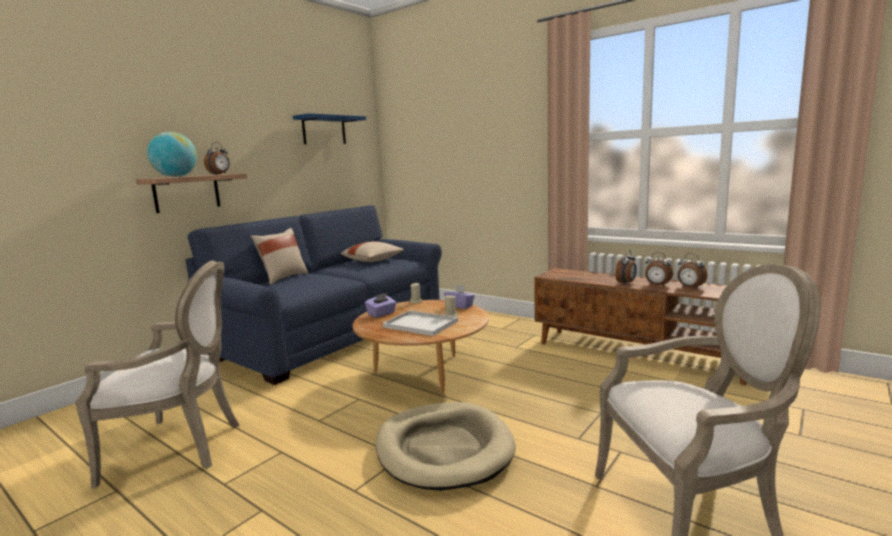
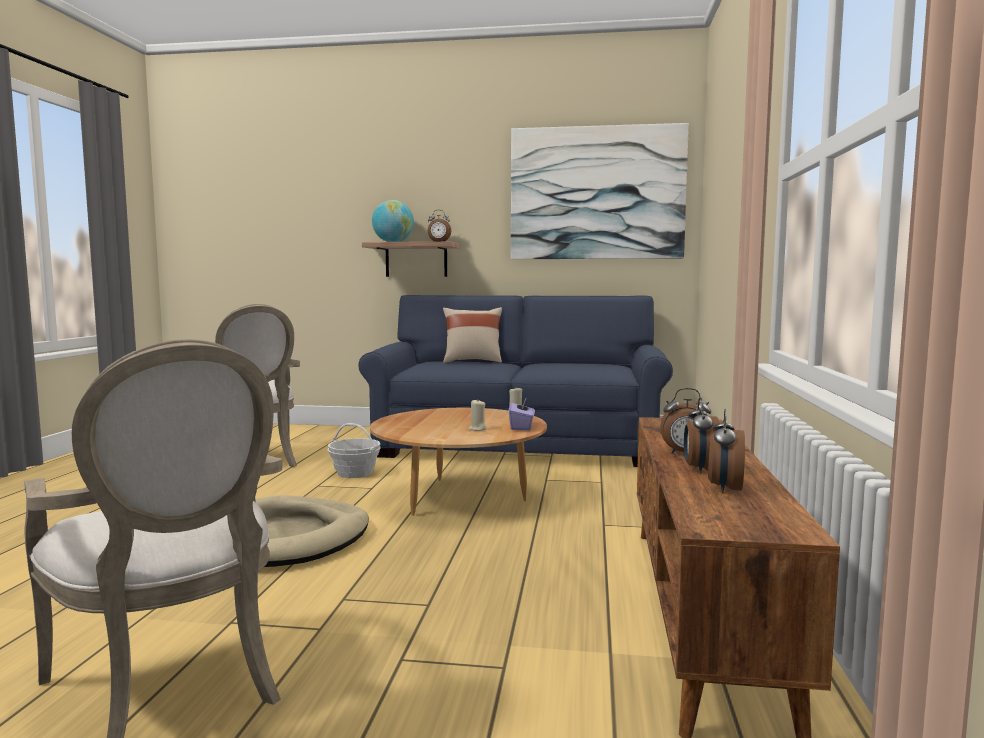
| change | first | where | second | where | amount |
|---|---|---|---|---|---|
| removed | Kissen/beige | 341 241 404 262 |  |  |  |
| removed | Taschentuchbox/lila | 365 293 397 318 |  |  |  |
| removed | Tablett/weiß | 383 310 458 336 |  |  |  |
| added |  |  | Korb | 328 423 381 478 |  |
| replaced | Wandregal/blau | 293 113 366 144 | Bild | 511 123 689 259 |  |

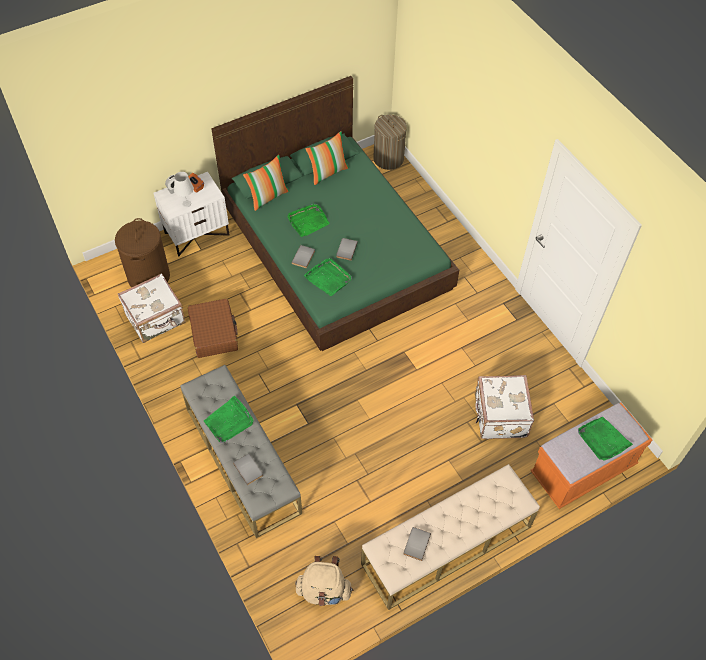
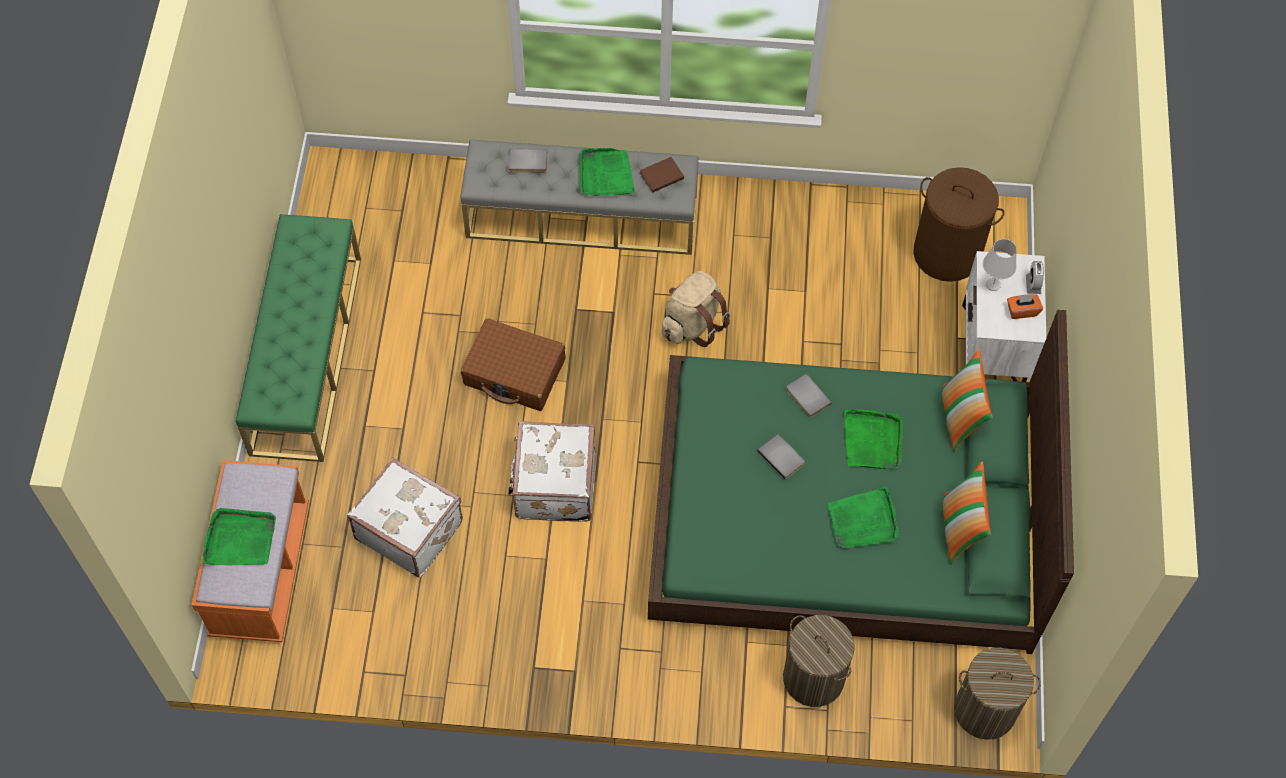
| change | first | where | second | where | amount |
|---|---|---|---|---|---|
| removed | Buch/grau | 404 527 431 561 |  |  |  |
| added |  |  | Buch/braun | 640 157 684 193 |  |
| added |  |  | Wäschekorb | 783 615 855 707 |  |
| moved | Koffer/weiß | 118 273 186 343 |  | 508 421 595 522 |  |
| moved | Koffer/braun | 188 299 238 358 |  | 461 318 566 411 |  |
| moved | Rucksack/beige | 295 556 353 606 |  | 662 271 730 347 |  |
| moved | Tablett/grün | 304 258 352 296 |  | 828 486 899 548 |  |
| recoloured | Bank/beige | 361 464 540 610 | Bank/grün | 236 214 361 462 |  |

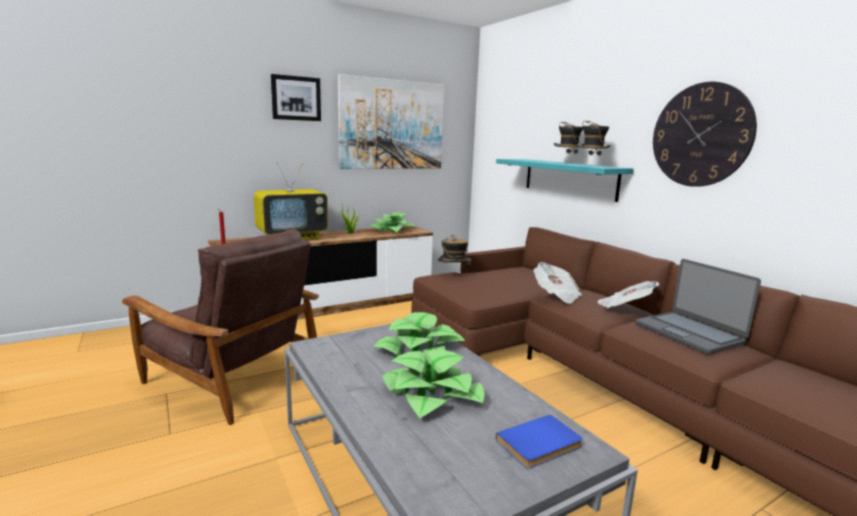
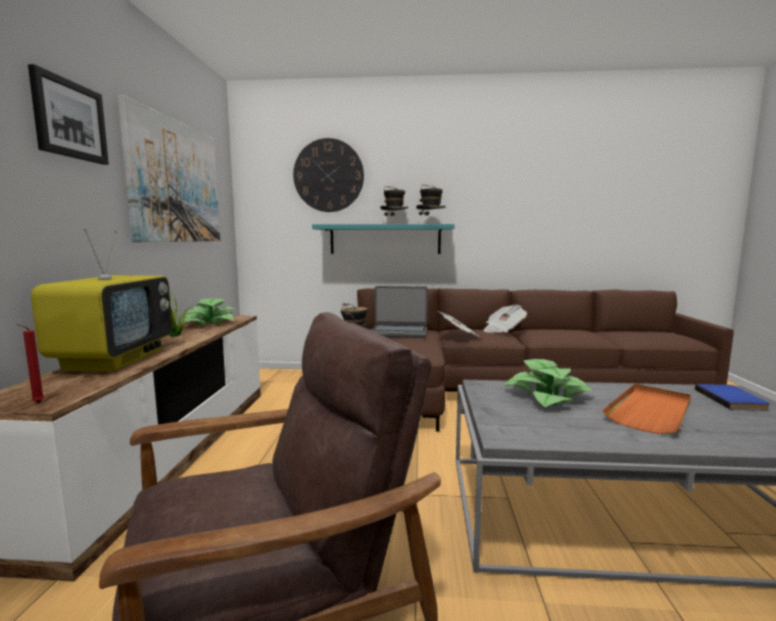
| change | first | where | second | where | amount |
|---|---|---|---|---|---|
| moved | Laptop | 635 259 761 354 |  | 371 286 428 338 |  |
| moved | Wanduhr | 653 82 757 187 |  | 293 138 364 212 |  |
| replaced | Topfpflanze | 383 349 485 418 | Tablett/orange | 603 384 691 434 |  |

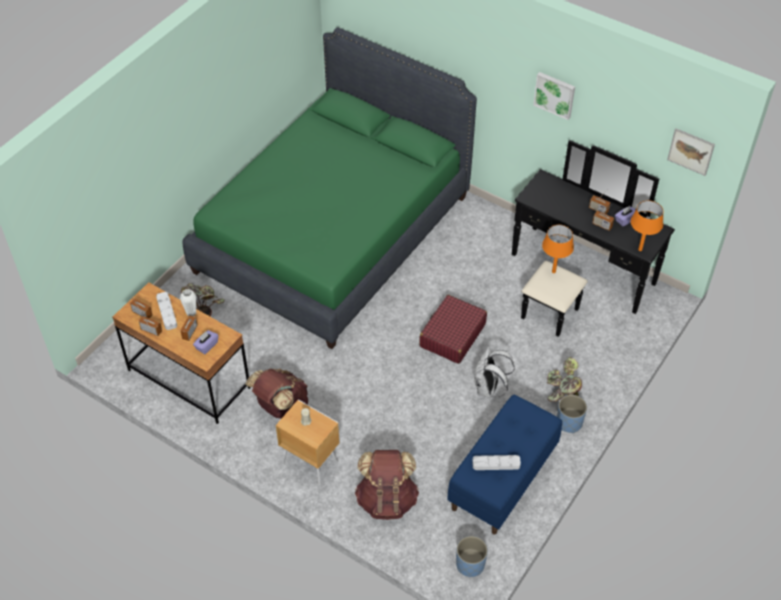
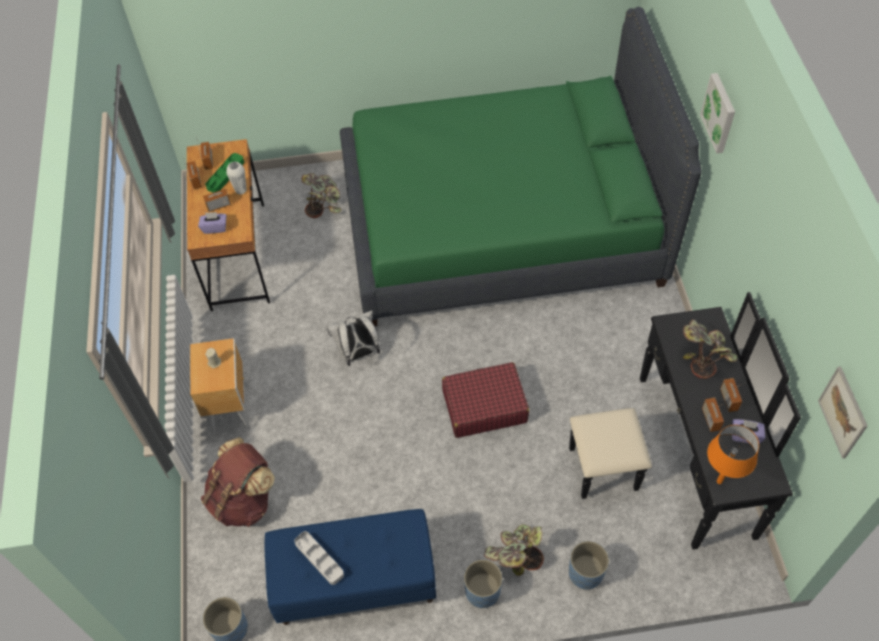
| change | first | where | second | where | amount |
|---|---|---|---|---|---|
| removed | Rucksack/braun | 246 369 308 419 |  |  |  |
| removed | Tischlampe/orange | 542 225 574 273 |  |  |  |
| added |  |  | Pflanzkübel/blau | 569 541 609 590 |  |
| added |  |  | Topfpflanze | 683 319 738 379 |  |
| moved | Rucksack/weiß | 474 347 515 398 |  | 326 310 380 366 |  |
| moved | Bild | 533 72 575 120 |  | 700 73 735 154 |  |
| recoloured | Tablett/grau | 156 292 177 330 | Tablett/grün | 205 153 244 193 |  |

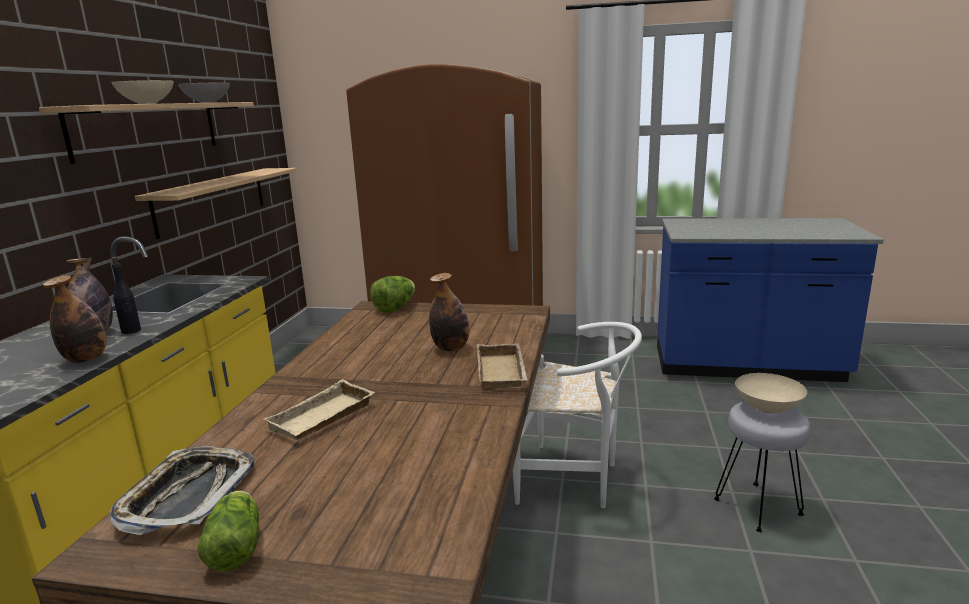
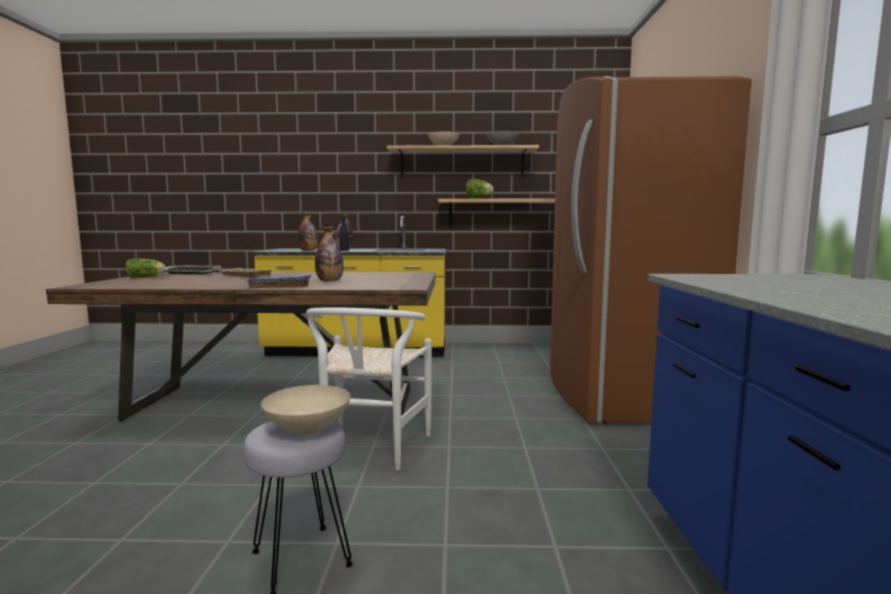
| change | first | where | second | where | amount |
|---|---|---|---|---|---|
| moved | Salatkopf | 370 276 415 313 |  | 466 179 493 199 |  |
| recoloured | Tablett/beige | 477 343 528 390 | Tablett/blau | 245 275 312 288 |  |

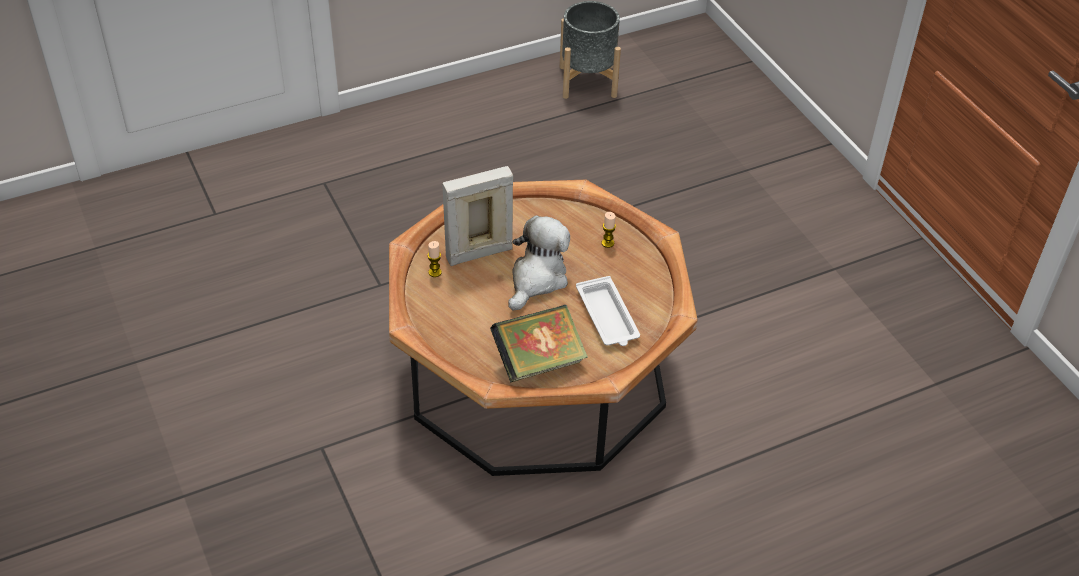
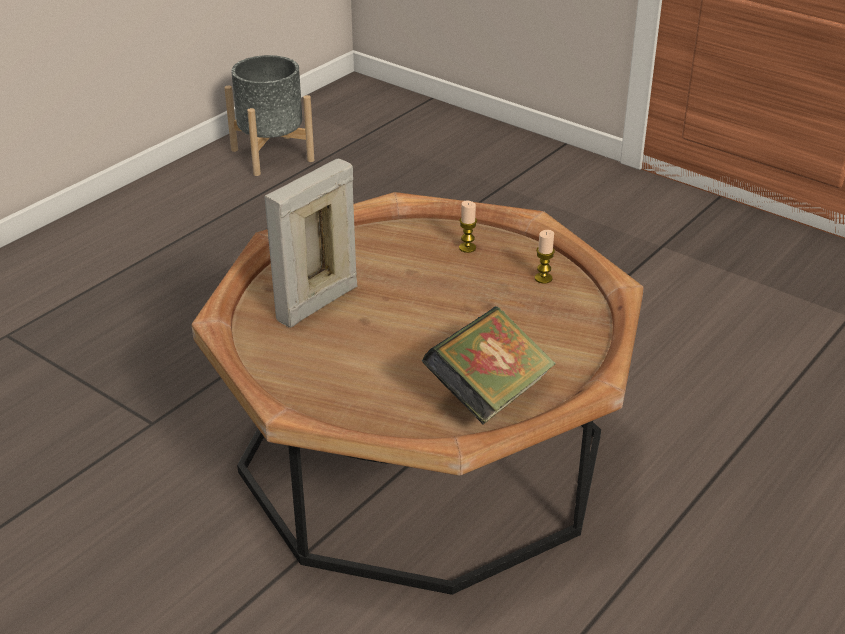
| change | first | where | second | where | amount |
|---|---|---|---|---|---|
| removed | Plüschtier | 508 215 570 311 |  |  |  |
| removed | Tablett/weiß | 576 276 640 346 |  |  |  |
| moved | Kerze | 427 241 442 277 |  | 535 230 555 284 |  |

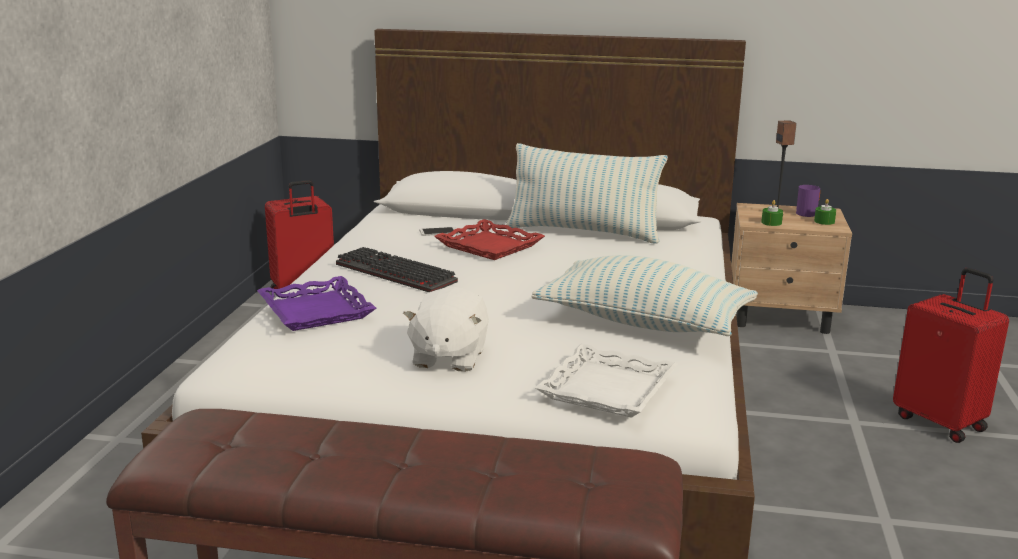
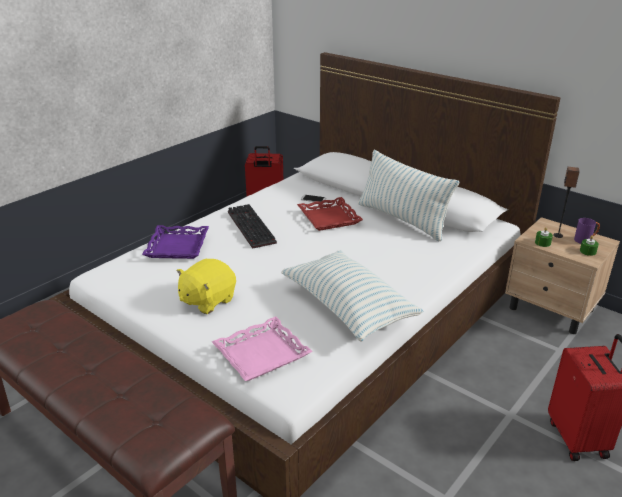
| change | first | where | second | where | amount |
|---|---|---|---|---|---|
| recoloured | Plüschtier/weiß | 403 287 489 372 | Plüschtier/gelb | 177 259 236 314 |  |
| recoloured | Tablett/weiß | 535 344 678 418 | Tablett/rosa | 212 317 313 381 |  |

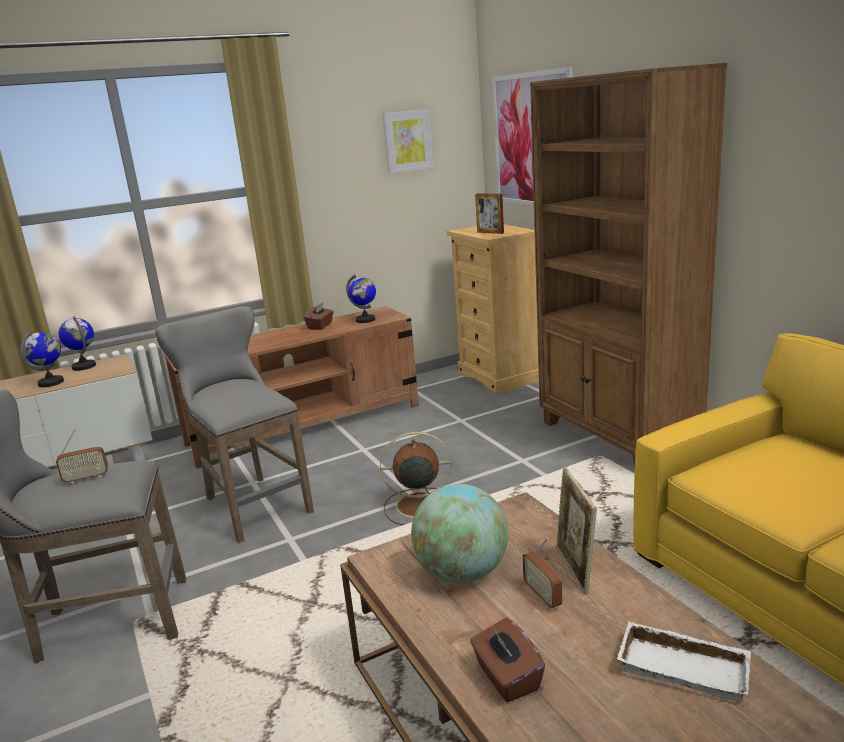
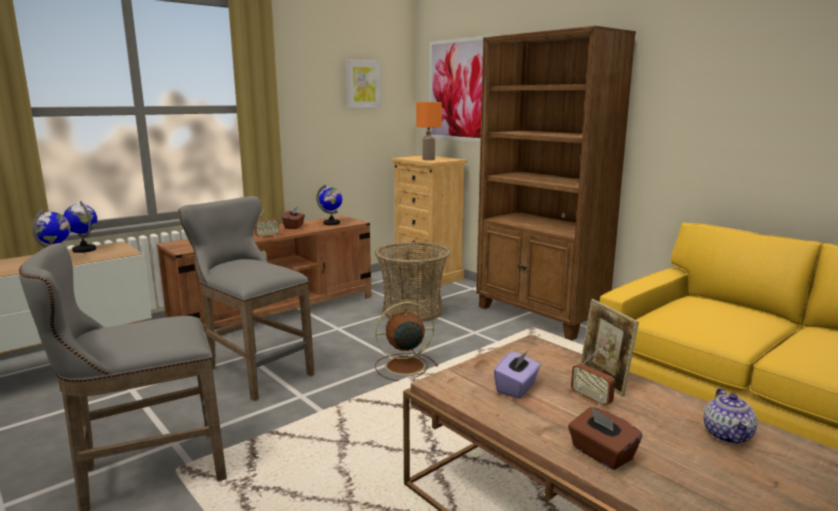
| change | first | where | second | where | amount |
|---|---|---|---|---|---|
| added |  |  | Korb | 375 242 451 322 |  |
| moved | Radio | 56 429 108 484 |  | 255 208 280 238 |  |
| replaced | Globus | 411 484 508 583 | Taschentuchbox/lila | 494 351 541 399 |  |
| replaced | Bilderrahmen | 475 193 504 234 | Tischlampe/orange | 416 102 442 160 |  |
| replaced | Tablett/weiß | 617 621 751 702 | Teekanne | 704 388 757 444 |  |

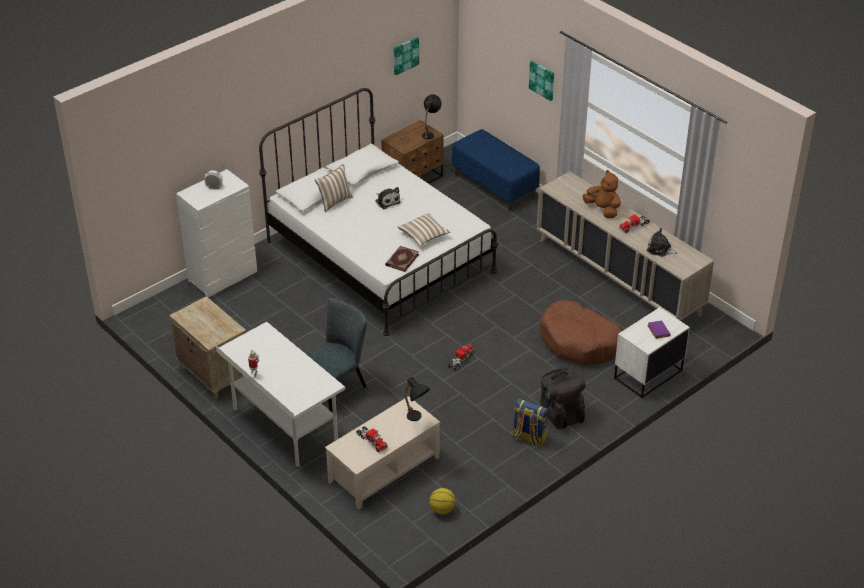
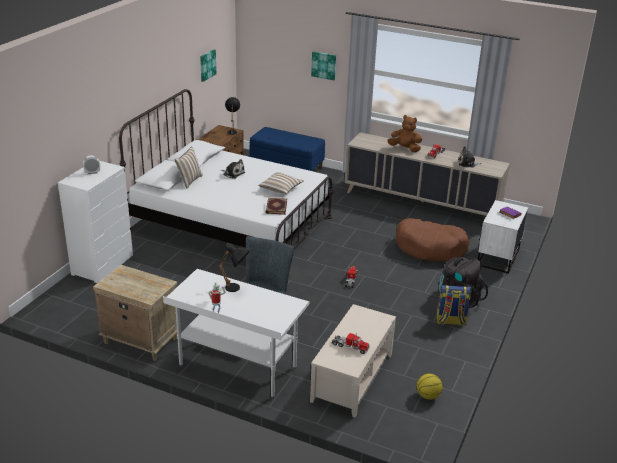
| change | first | where | second | where | amount |
|---|---|---|---|---|---|
| moved | Tischlampe/schwarz | 403 377 430 421 |  | 219 243 250 292 |  |

